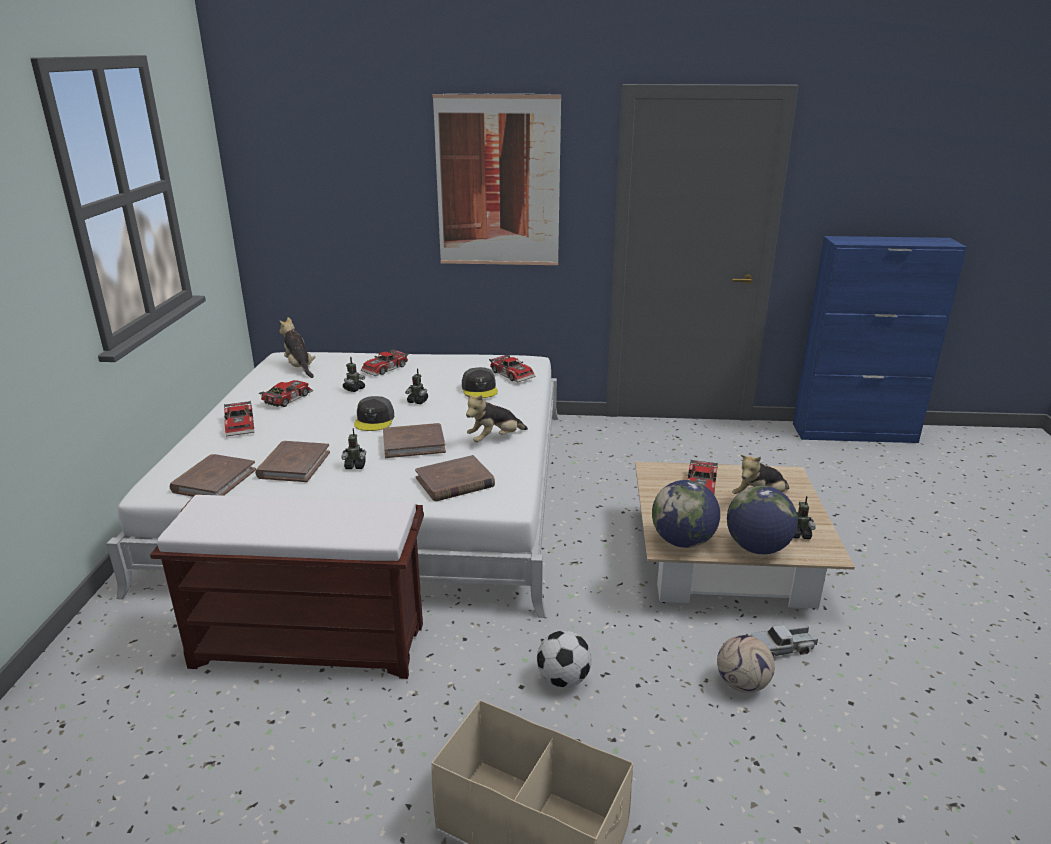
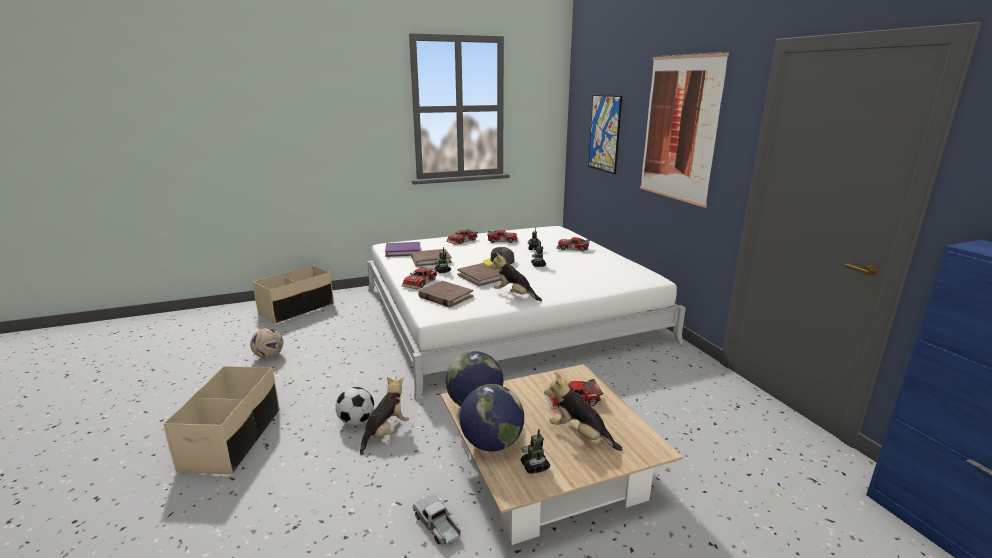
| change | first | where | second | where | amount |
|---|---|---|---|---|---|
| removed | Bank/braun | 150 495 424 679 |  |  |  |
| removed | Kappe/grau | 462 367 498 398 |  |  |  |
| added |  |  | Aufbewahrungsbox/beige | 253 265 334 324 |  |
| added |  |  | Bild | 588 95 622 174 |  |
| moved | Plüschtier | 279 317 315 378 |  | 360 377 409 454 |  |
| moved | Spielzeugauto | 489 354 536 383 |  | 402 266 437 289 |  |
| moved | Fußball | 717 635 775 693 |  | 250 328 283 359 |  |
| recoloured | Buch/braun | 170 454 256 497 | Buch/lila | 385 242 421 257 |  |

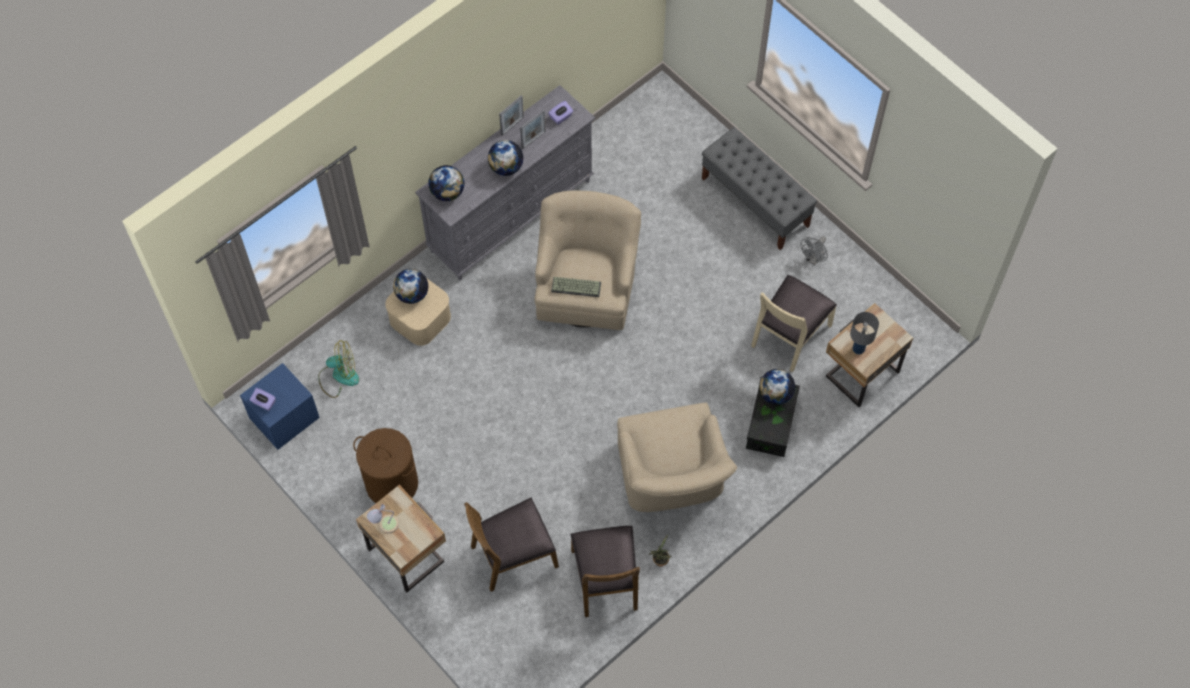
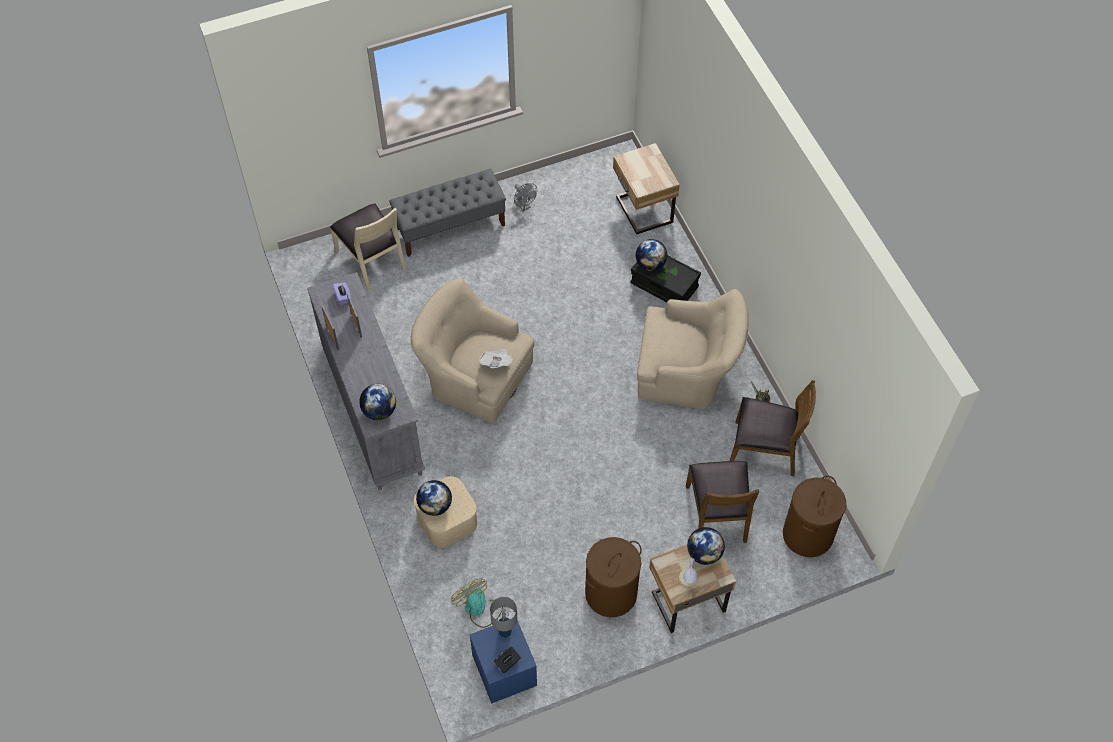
| change | first | where | second | where | amount |
|---|---|---|---|---|---|
| added |  |  | Wäschekorb/braun | 783 476 846 557 |  |
| moved | Globus | 488 140 523 176 |  | 687 527 725 565 |  |
| moved | Stuhl/beige | 751 275 837 372 |  | 330 204 406 290 |  |
| moved | Tischlampe/grau | 850 312 879 354 |  | 490 597 517 638 |  |
| replaced | Tastatur | 551 277 601 297 | Zeitung | 479 349 514 368 |  |
| recoloured | Taschentuchbox/lila | 250 388 276 411 | Taschentuchbox/schwarz | 493 646 521 673 |  |
| turned | Ventilator | 318 340 359 398 |  | 451 578 503 628 | 45 degrees counterclockwise |

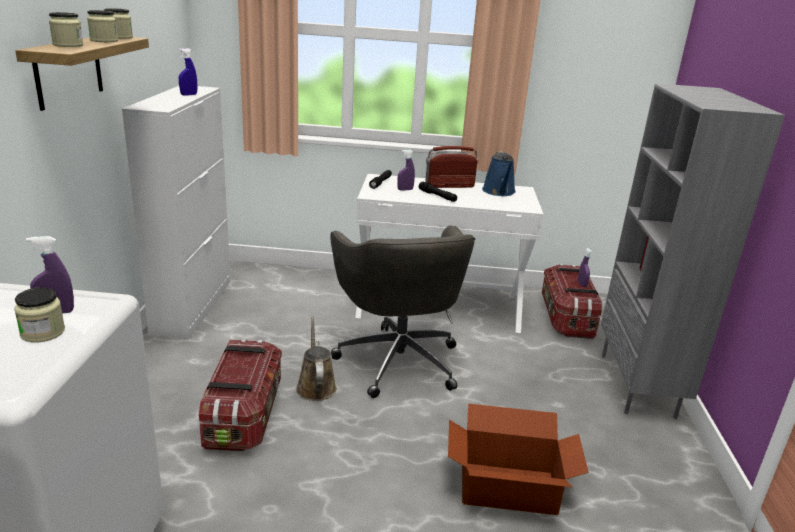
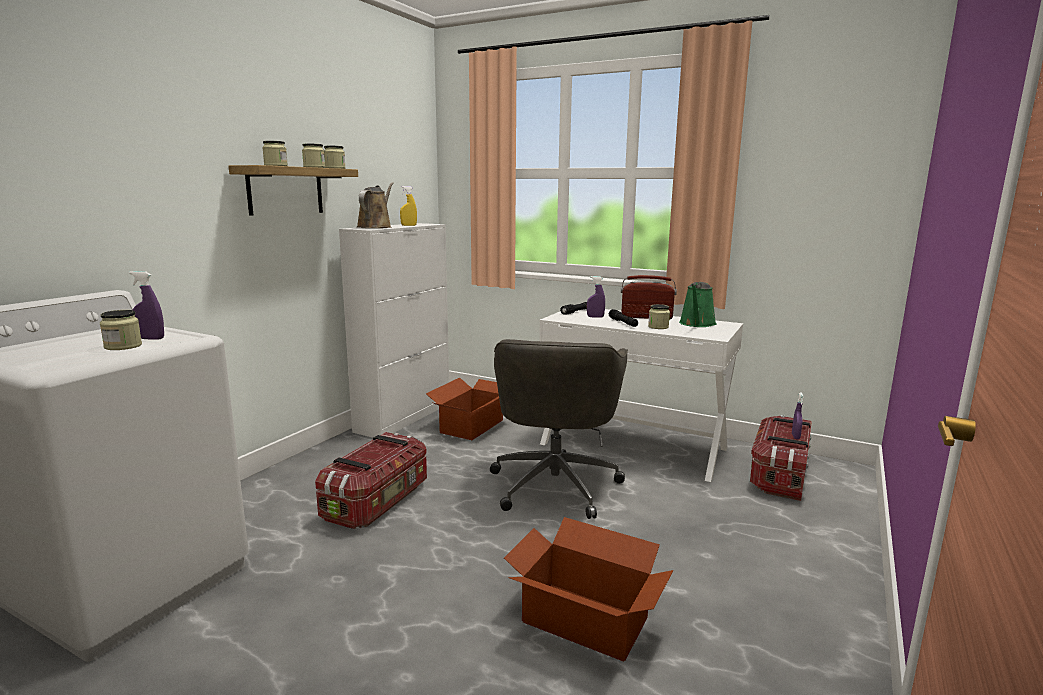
| change | first | where | second | where | amount |
|---|---|---|---|---|---|
| removed | Bücherregal/grau | 601 83 785 419 |  |  |  |
| added |  |  | Karton | 426 378 503 440 |  |
| added |  |  | Vorratsglas | 648 304 670 329 |  |
| moved | Gießkanne/braun | 296 316 337 401 |  | 357 182 394 228 |  |
| recoloured | Sprühflasche/blau | 178 48 197 96 | Sprühflasche/gelb | 400 186 417 226 |  |
| recoloured | Gießkanne/blau | 482 151 516 196 | Gießkanne/grün | 679 282 717 327 |  |

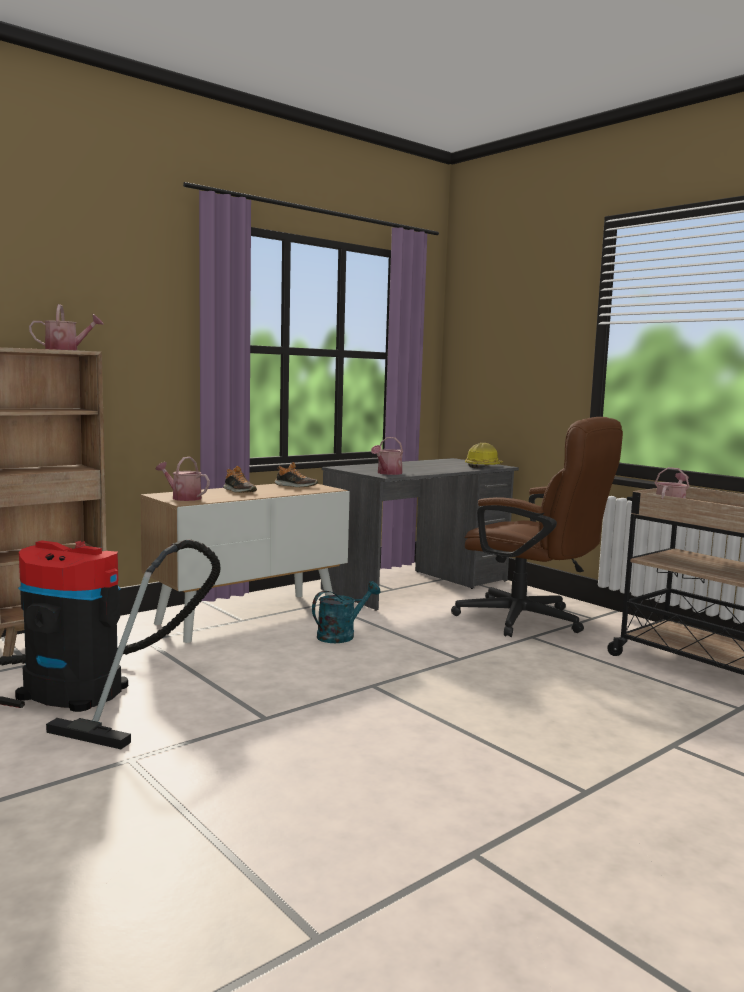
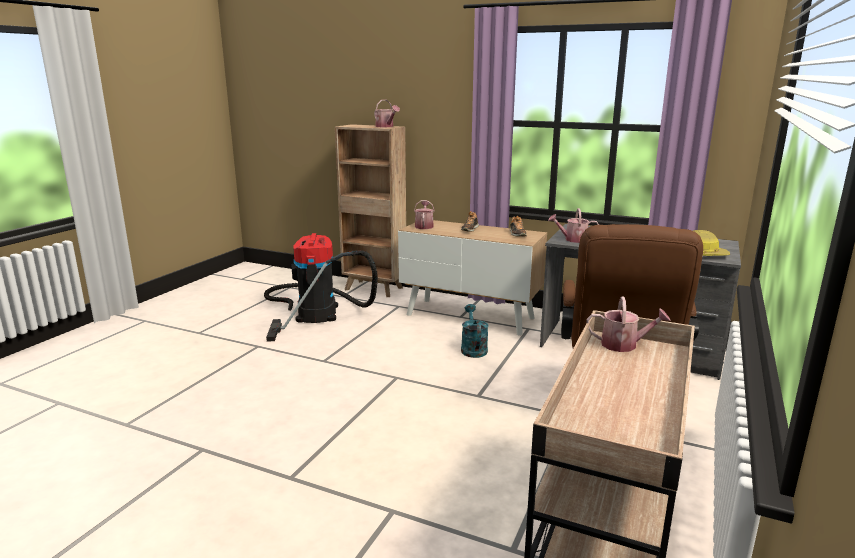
| change | first | where | second | where | amount |
|---|---|---|---|---|---|
| turned | Gießkanne/türkis | 312 581 381 643 |  | 461 304 489 358 | 120 degrees counterclockwise |

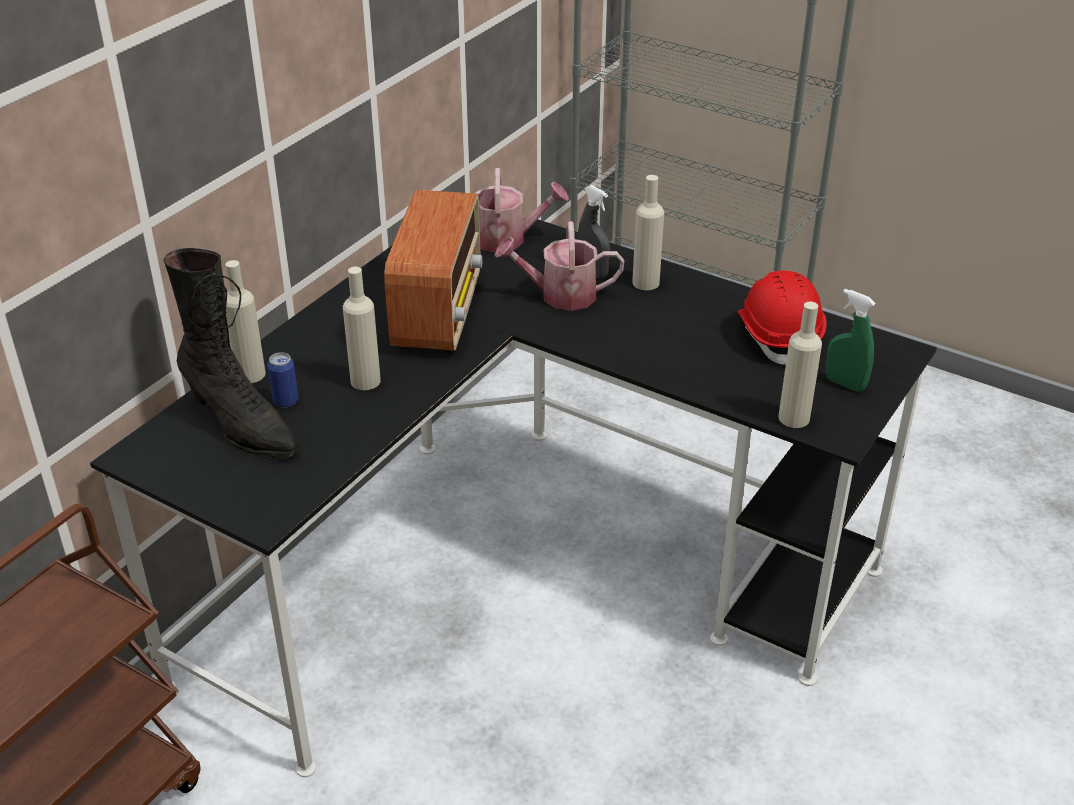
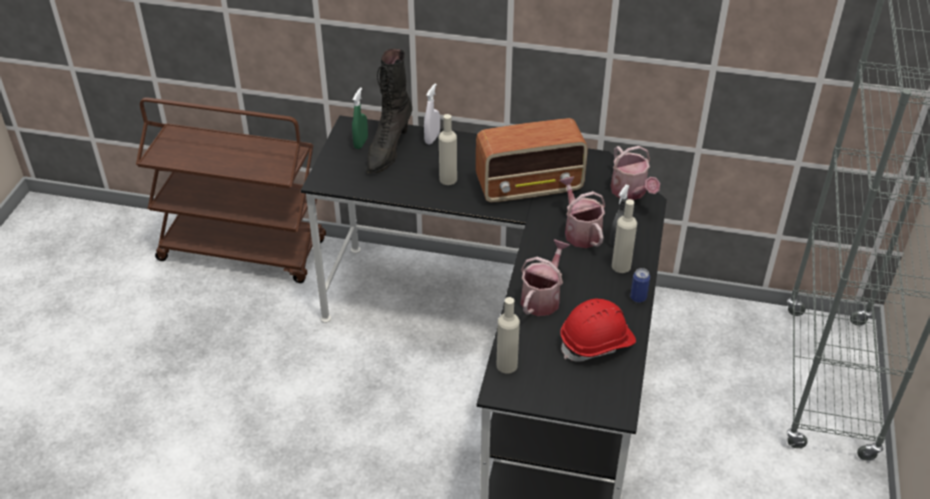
| change | first | where | second | where | amount |
|---|---|---|---|---|---|
| added |  |  | Gießkanne | 520 239 570 316 |  |
| moved | Dose | 267 352 298 408 |  | 630 268 650 303 |  |
| moved | Sprühflasche/grün | 826 289 876 392 |  | 352 87 368 149 |  |
| replaced | Flasche/beige | 225 260 266 383 | Sprühflasche/weiß | 424 83 440 145 |  |

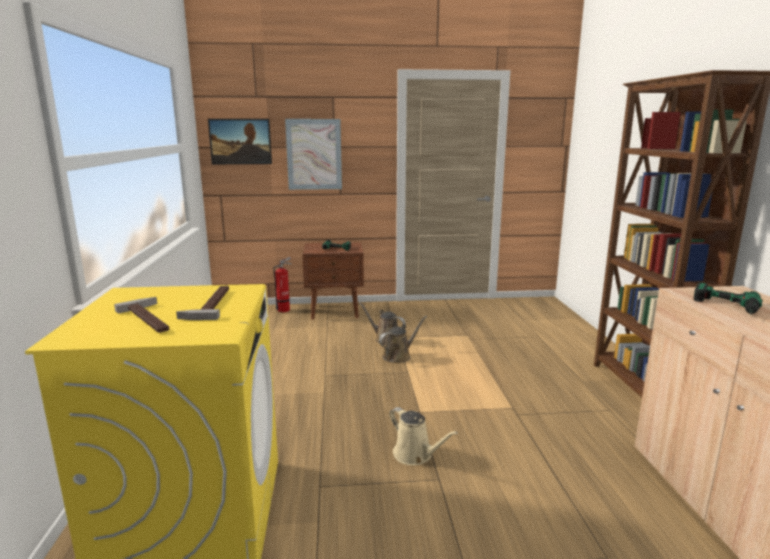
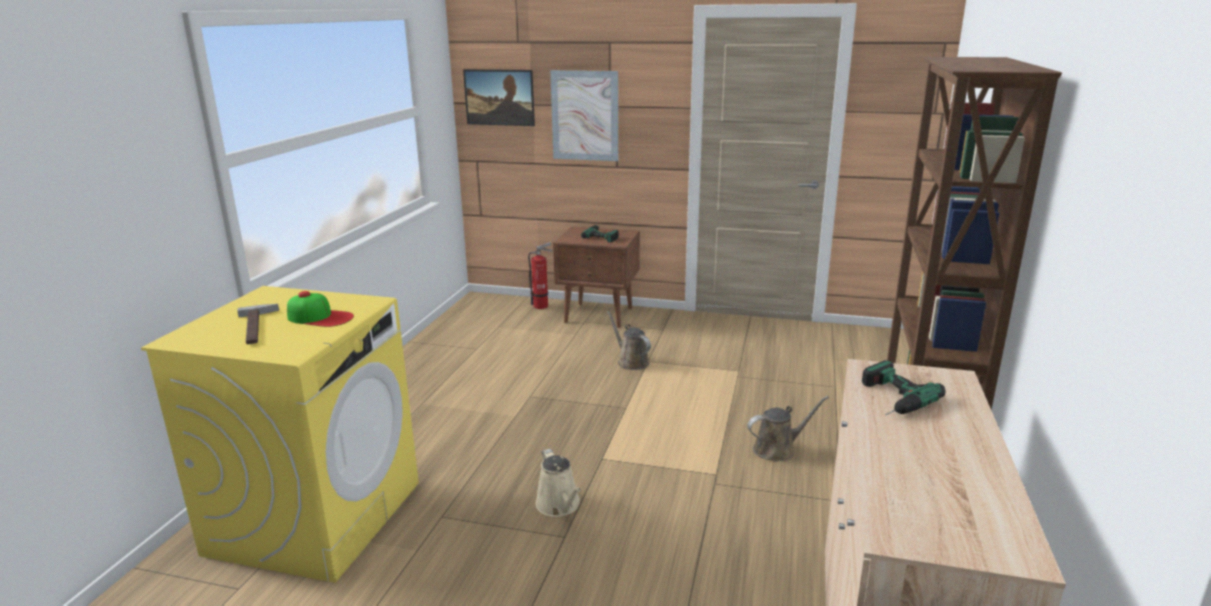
| change | first | where | second | where | amount |
|---|---|---|---|---|---|
| moved | Gießkanne/braun | 379 316 427 363 |  | 747 396 829 461 |  |
| replaced | Hammer | 176 286 229 320 | Kappe | 287 291 354 327 |  |

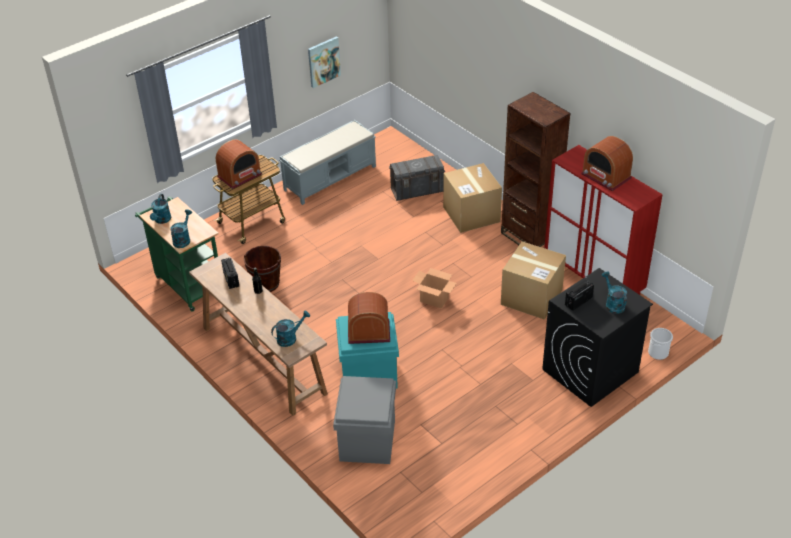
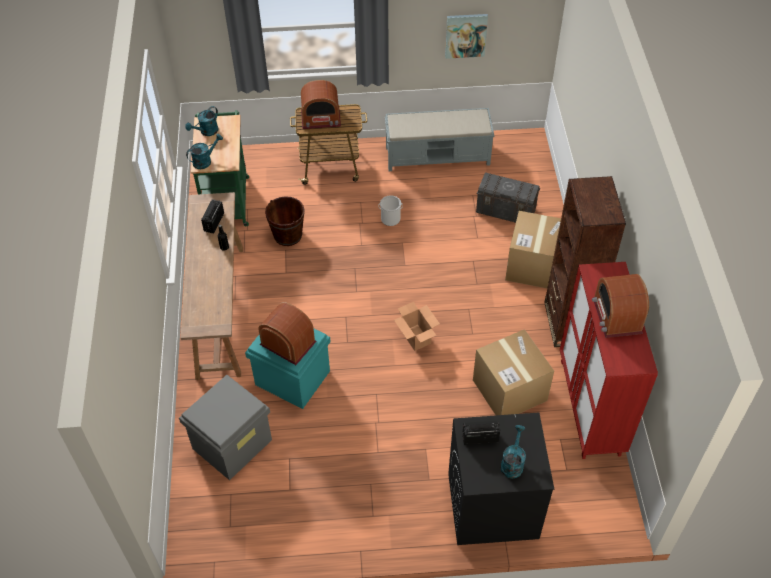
| change | first | where | second | where | amount |
|---|---|---|---|---|---|
| removed | Gießkanne/türkis | 271 311 310 347 |  |  |  |
| moved | Eimer | 648 328 673 360 |  | 378 195 403 226 |  |

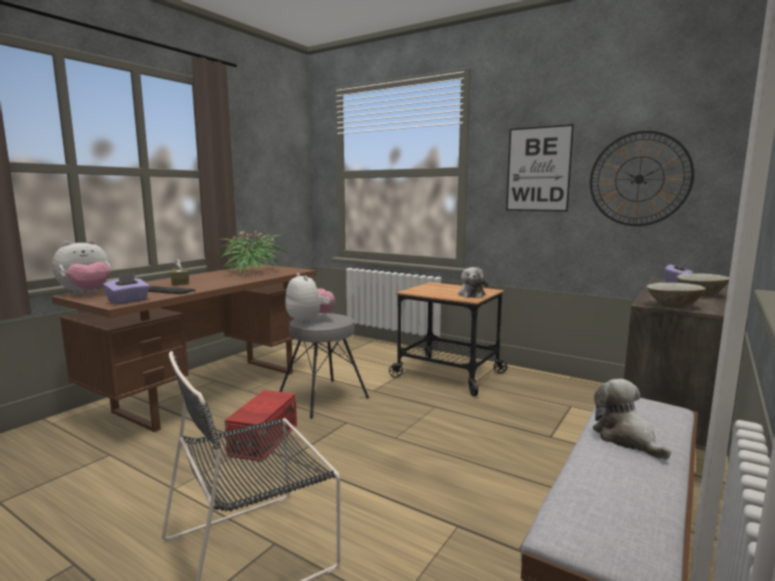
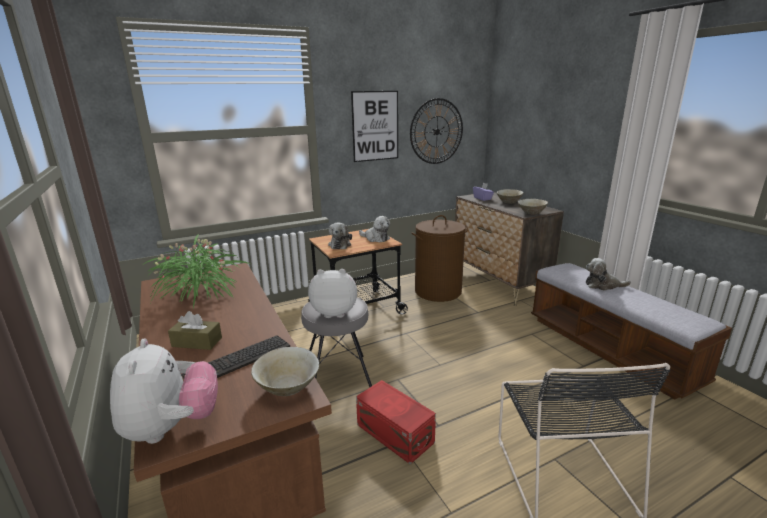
| change | first | where | second | where | amount |
|---|---|---|---|---|---|
| added |  |  | Plüschtier | 328 222 352 249 |  |
| added |  |  | Wäschekorb/braun | 411 215 468 302 |  |
| replaced | Taschentuchbox/lila | 103 273 150 304 | Schüssel/beige | 251 347 319 396 |  |

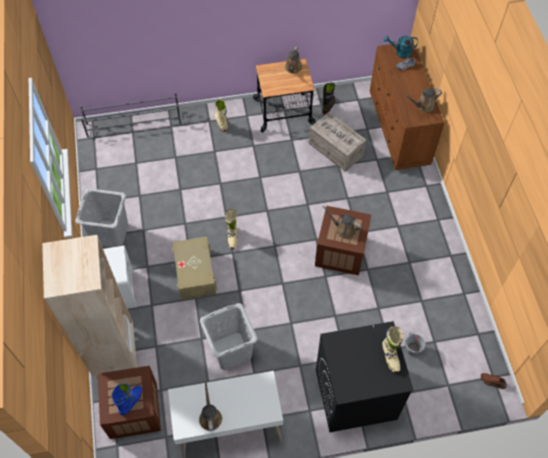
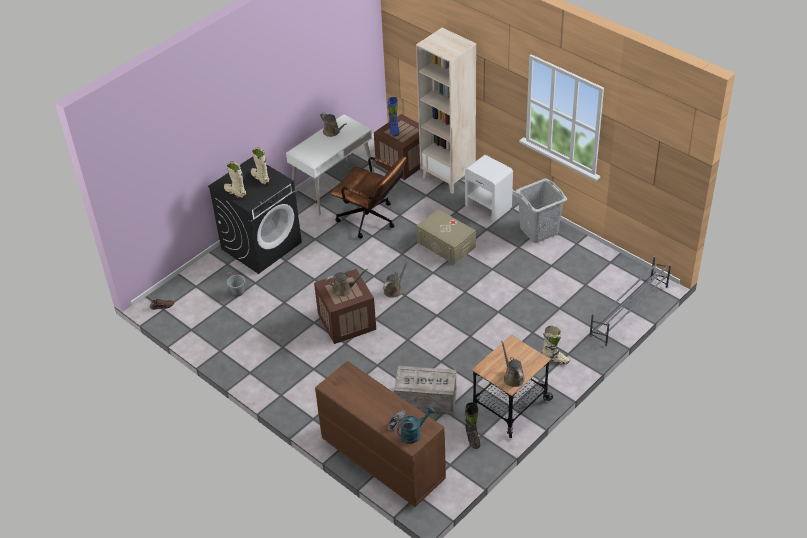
| change | first | where | second | where | amount |
|---|---|---|---|---|---|
| moved | Stiefel/beige | 225 209 237 249 |  | 251 147 269 185 |  |
| moved | Gießkanne/braun | 405 88 442 112 |  | 383 260 409 298 |  |
| replaced | Wäschekorb/grau | 200 303 258 370 | Bürostuhl/braun | 331 156 406 238 |  |

